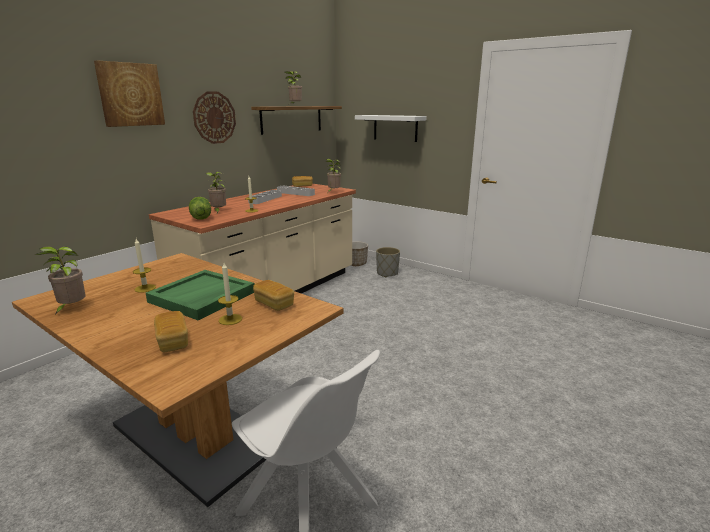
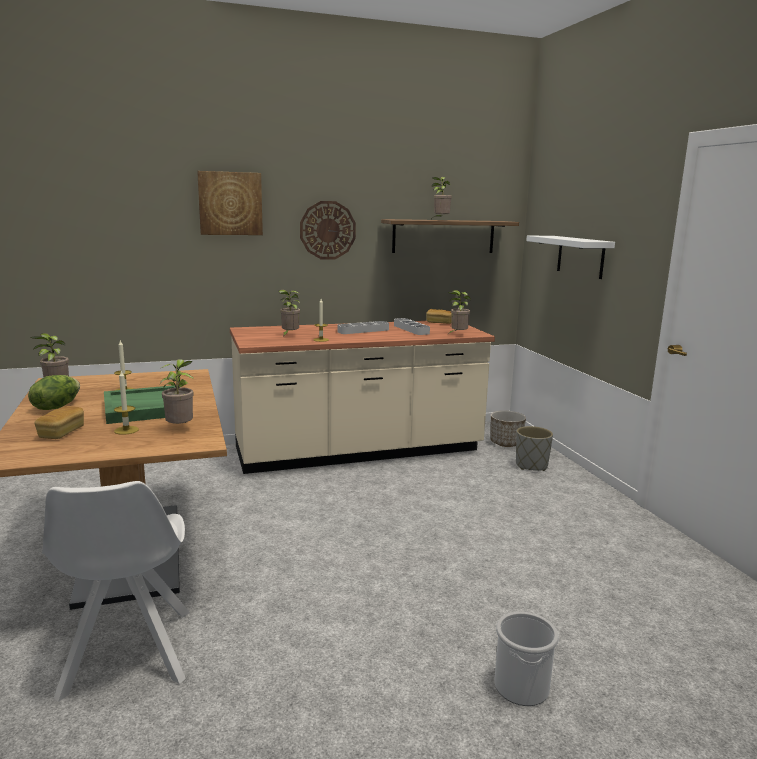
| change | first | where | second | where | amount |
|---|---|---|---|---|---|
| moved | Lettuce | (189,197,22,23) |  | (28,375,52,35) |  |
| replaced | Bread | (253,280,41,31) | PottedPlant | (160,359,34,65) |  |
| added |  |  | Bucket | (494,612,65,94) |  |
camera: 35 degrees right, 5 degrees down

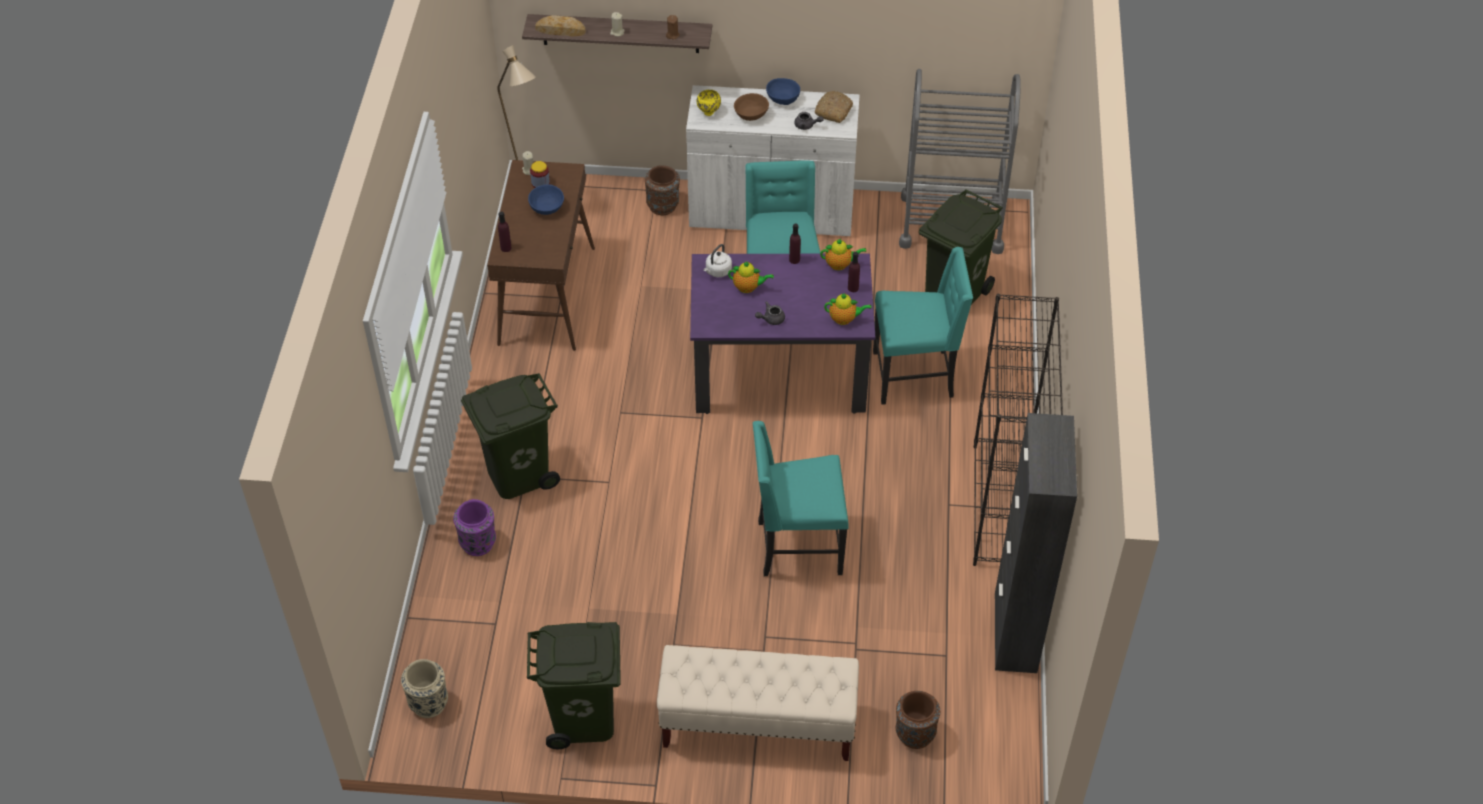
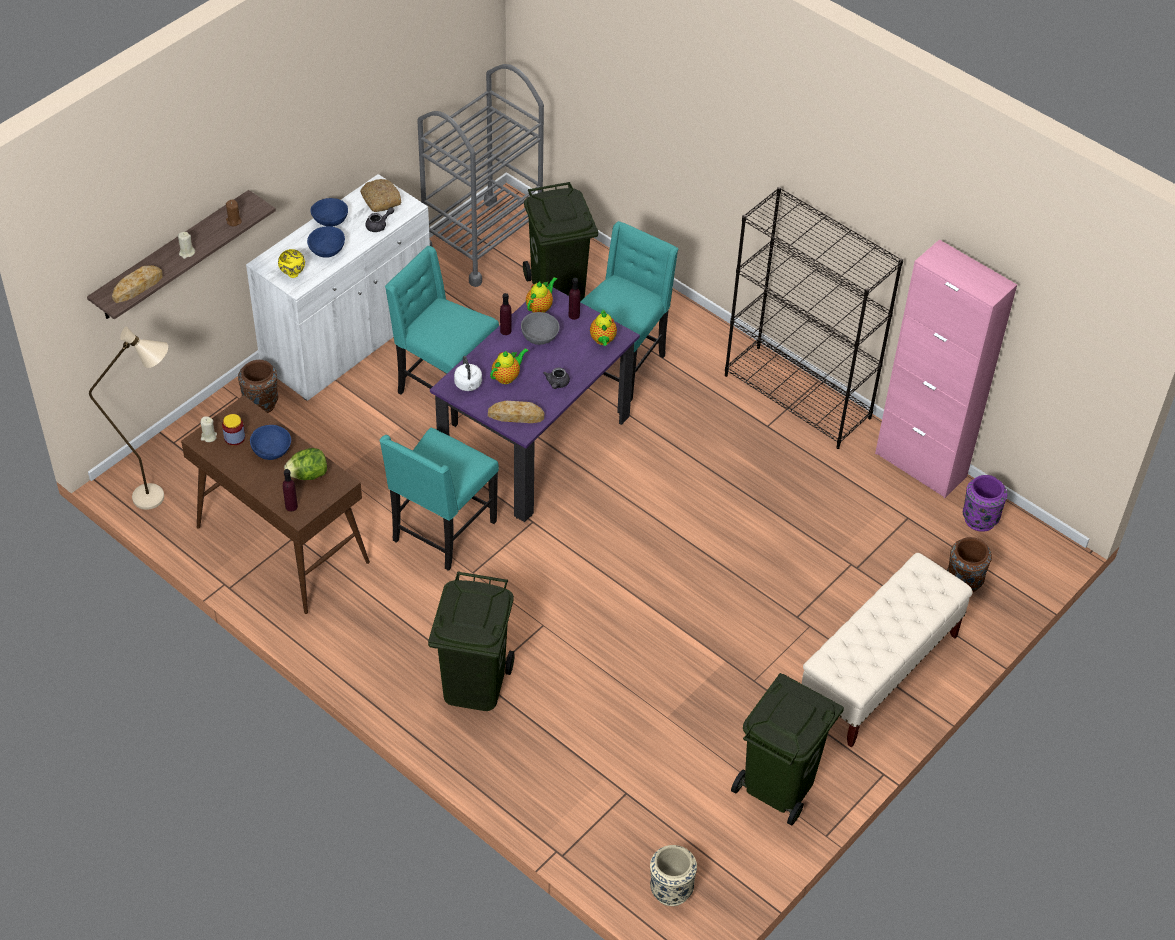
| change | first | where | second | where | amount |
|---|---|---|---|---|---|
| moved | PurpleVase | (453,499,43,57) |  | (963,475,44,57) |  |
| recoloured | BrownBowl | (734,93,35,28) | BlueBowl | (307,226,38,32) |  |
| moved | TurquoiseChair | (753,421,95,155) |  | (380,428,119,143) |  |
| turned | Teapot | (824,293,47,32) |  | (590,310,27,36) | 135 degrees clockwise |
| recoloured | BlackCabinet | (995,413,82,260) | PinkCabinet | (875,239,142,259) |  |
| added |  |  | Lettuce | (284,448,43,32) |  |
| added |  |  | Bread | (488,401,56,22) |  |
| added |  |  | GreyBowl | (521,312,39,33) |  |
camera: 55 degrees left, 0 degrees up

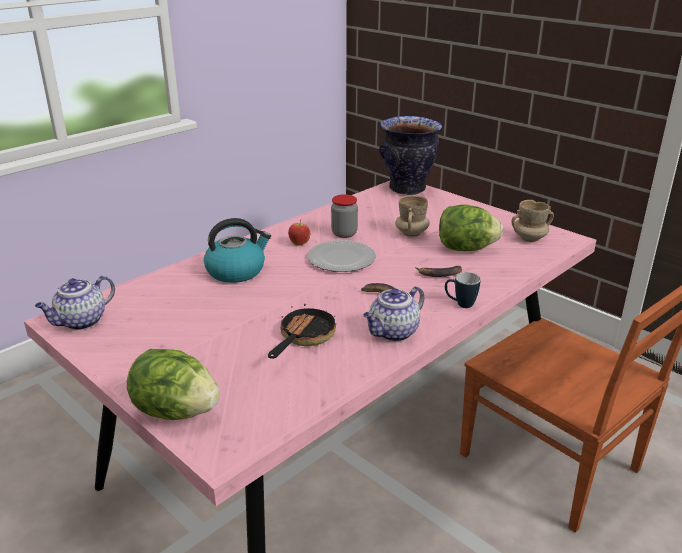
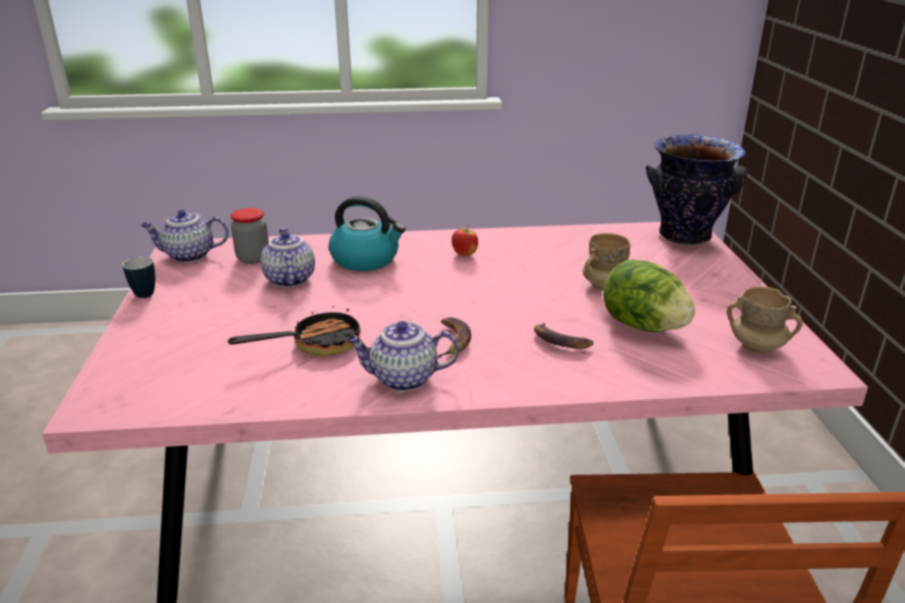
| change | first | where | second | where | amount |
|---|---|---|---|---|---|
| removed | Lettuce | (127,349,93,71) |  |  |  |
| removed | Plate | (307,240,69,32) |  |  |  |
| moved | Jar | (331,194,27,44) |  | (231,208,38,56) |  |
| moved | Mug | (445,272,36,36) |  | (123,256,32,42) |  |
| added |  |  | Teapot | (261,228,54,60) |  |
camera: 40 degrees right, 0 degrees up

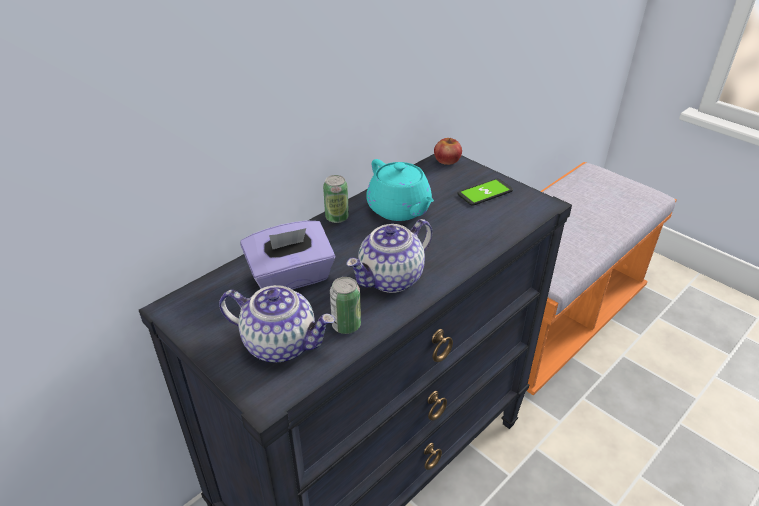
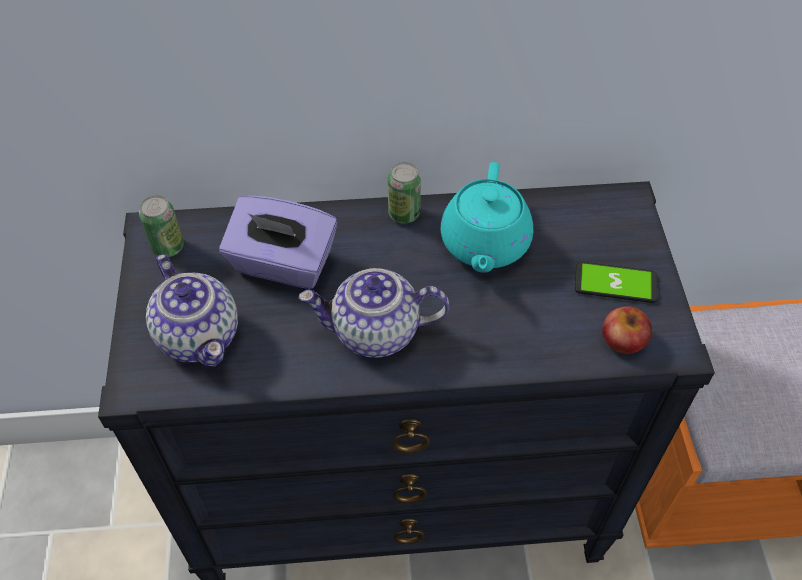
| change | first | where | second | where | amount |
|---|---|---|---|---|---|
| moved | Can | (330,277,31,57) |  | (139,195,45,62) |  |
| moved | Apple | (434,138,28,27) |  | (602,306,50,48) |  |
camera: 40 degrees right, 15 degrees up

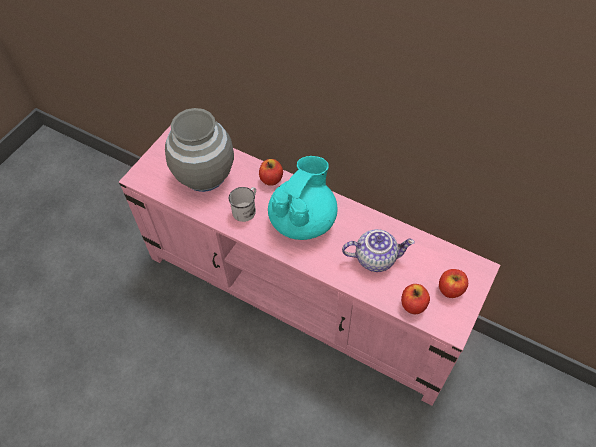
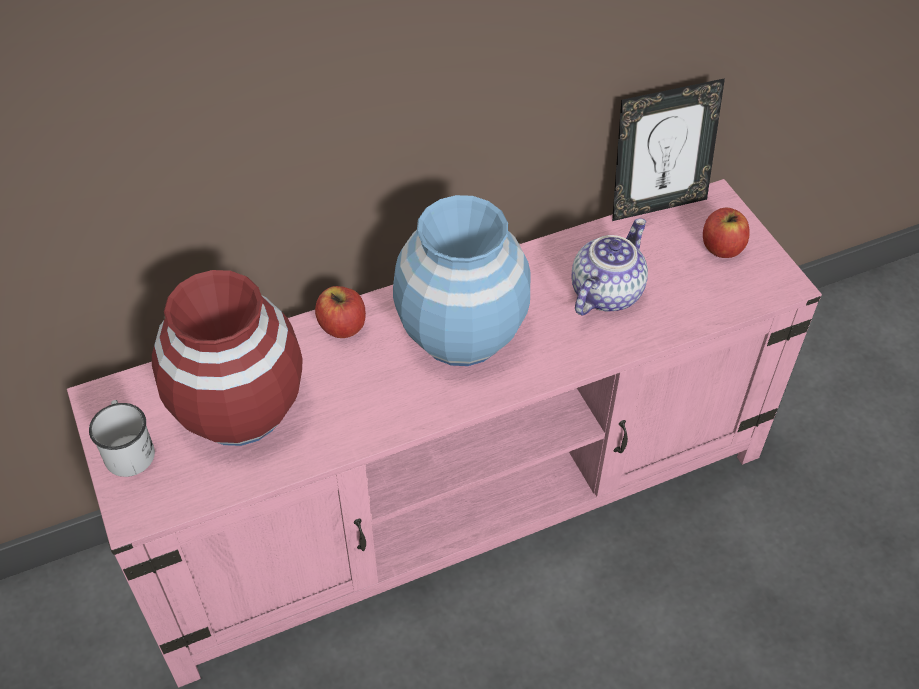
| change | first | where | second | where | amount |
|---|---|---|---|---|---|
| recoloured | GreyVase | (165,108,69,84) | RedVase | (152,270,151,176) |  |
| moved | WhiteMug | (229,187,27,35) |  | (89,400,66,77) |  |
| replaced | TurquoiseTeapot | (268,156,70,84) | BlueVase | (393,195,137,171) |  |
| removed | Apple | (401,284,29,30) |  |  |  |
| added |  |  | PictureFrame | (612,78,113,143) |  |
camera: 55 degrees left, 5 degrees down

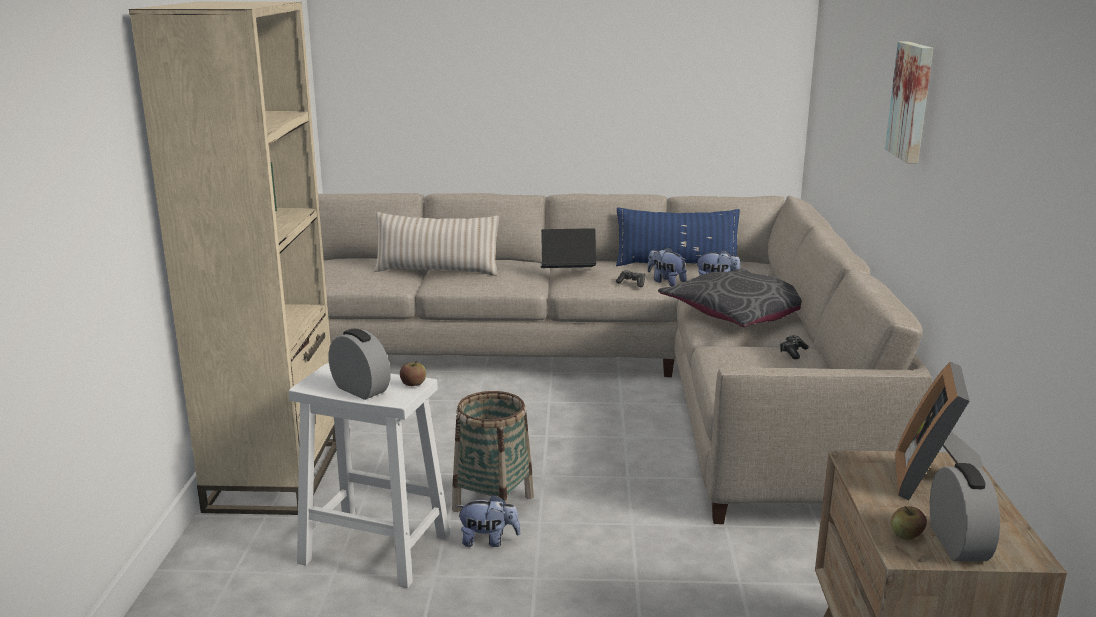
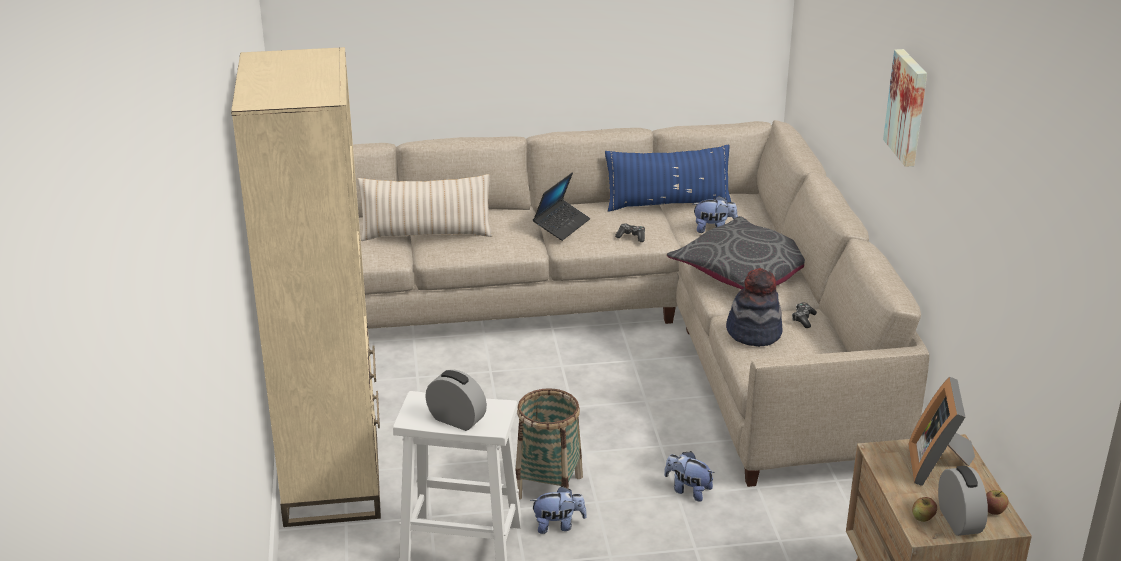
| change | first | where | second | where | amount |
|---|---|---|---|---|---|
| moved | Apple | (400,361,26,25) |  | (986,490,22,25) |  |
| turned | Laptop | (540,228,56,40) |  | (533,172,57,69) | 135 degrees clockwise |
| moved | PlushToy | (647,247,40,39) |  | (664,451,50,51) |  |
| added |  |  | Hat | (726,268,57,79) |  |
camera: 10 degrees left, 10 degrees up

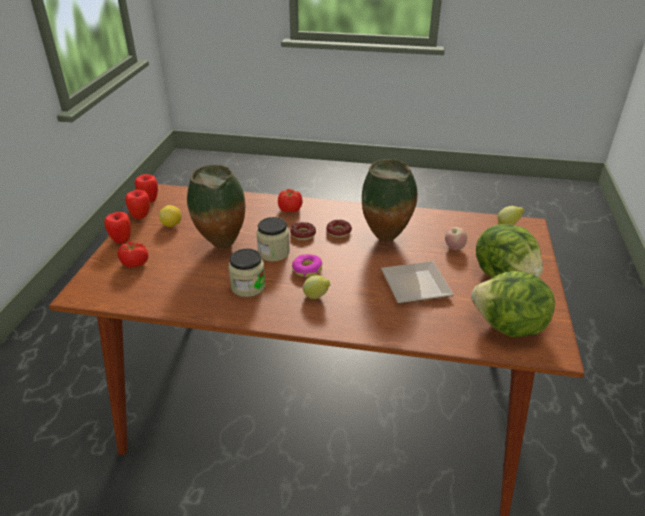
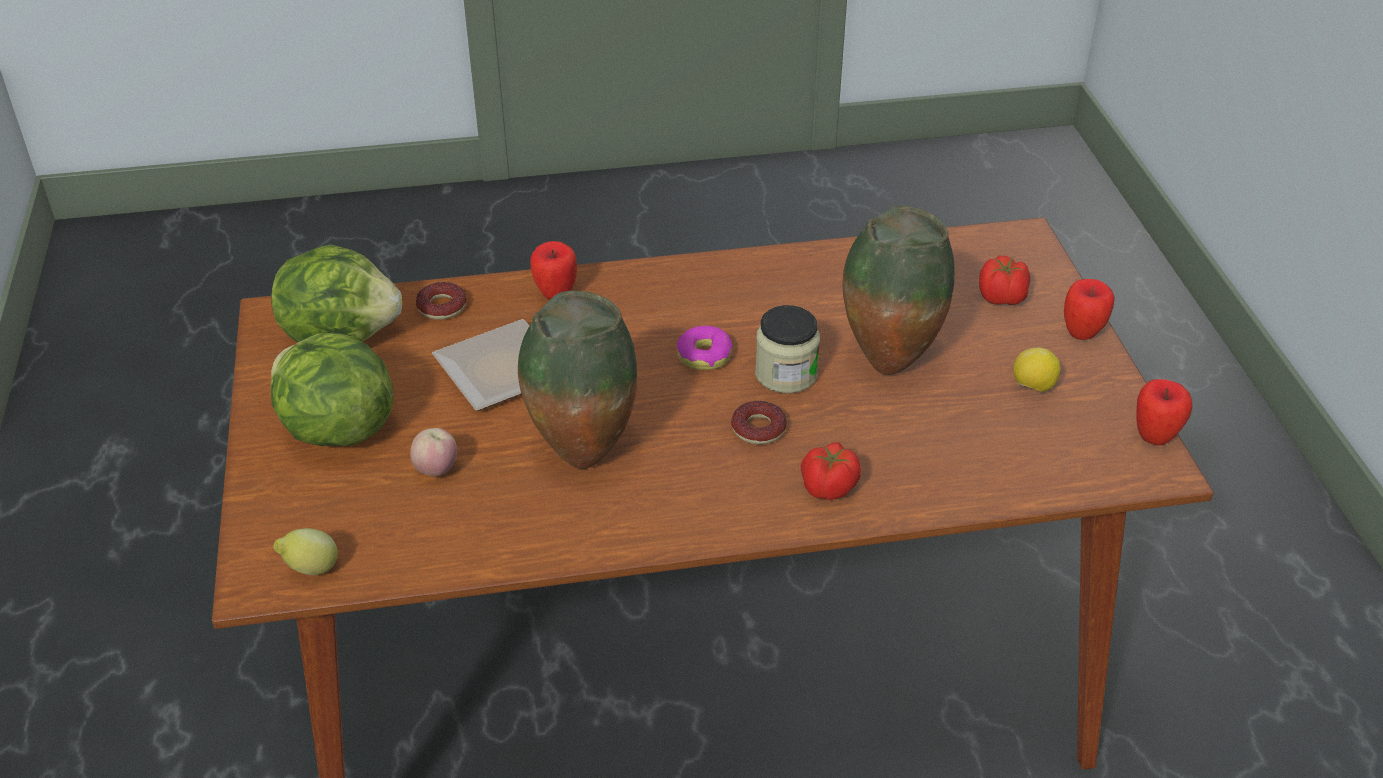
| change | first | where | second | where | amount |
|---|---|---|---|---|---|
| moved | Apple | (125,190,25,29) |  | (530,241,47,59) |  |
| removed | Jar | (228,249,37,48) |  |  |  |
| removed | Lemon | (303,275,27,24) |  |  |  |
| moved | Donut | (326,220,26,18) |  | (416,282,50,38) |  |
camera: 160 degrees right, 5 degrees up

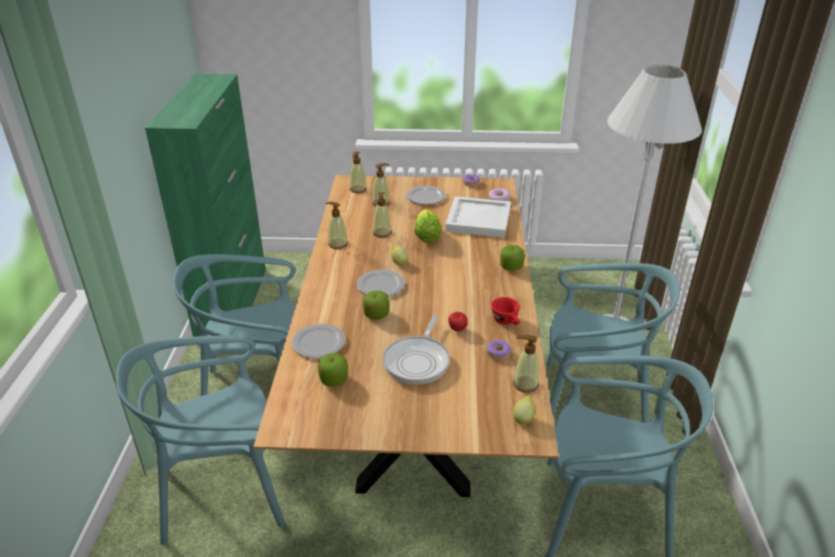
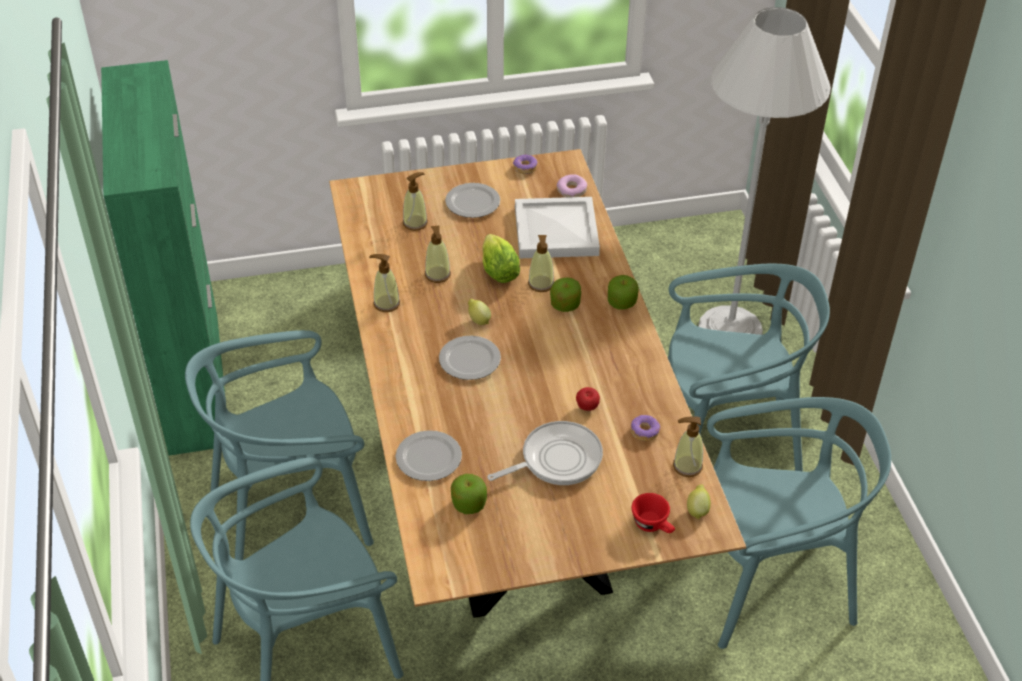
| change | first | where | second | where | amount |
|---|---|---|---|---|---|
| moved | SoapDispenser | (350,151,17,42) |  | (528,235,26,57) |  |
| moved | Apple | (363,291,26,29) |  | (550,277,31,35) |  |
| turned | FryingPan | (383,315,67,70) |  | (487,421,116,64) | 120 degrees counterclockwise |
| moved | RedCup | (491,297,29,28) |  | (632,493,43,40) |  |
camera: 15 degrees left, 10 degrees up

